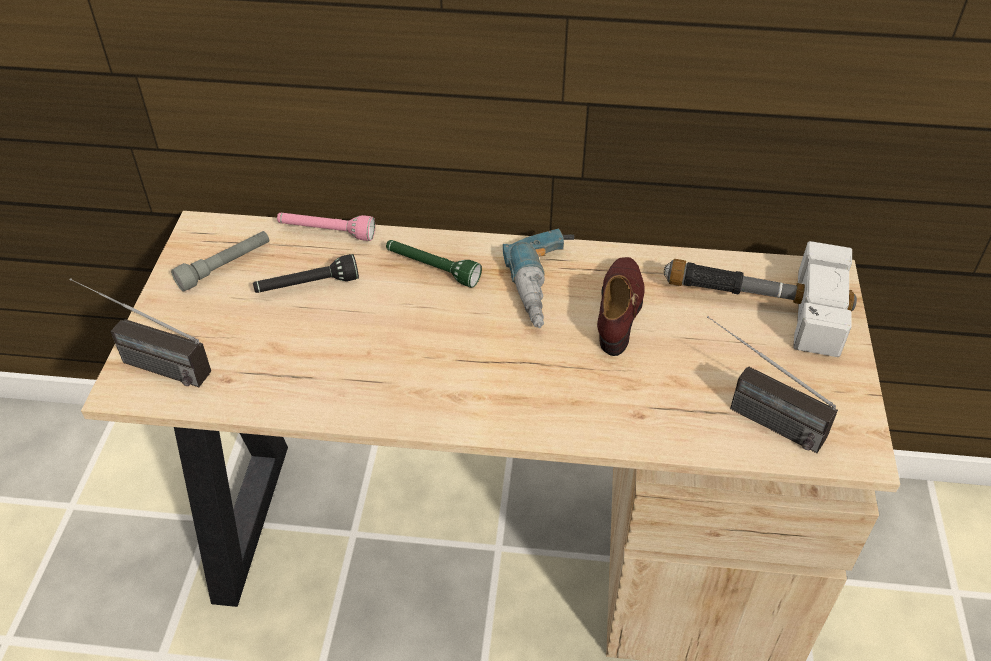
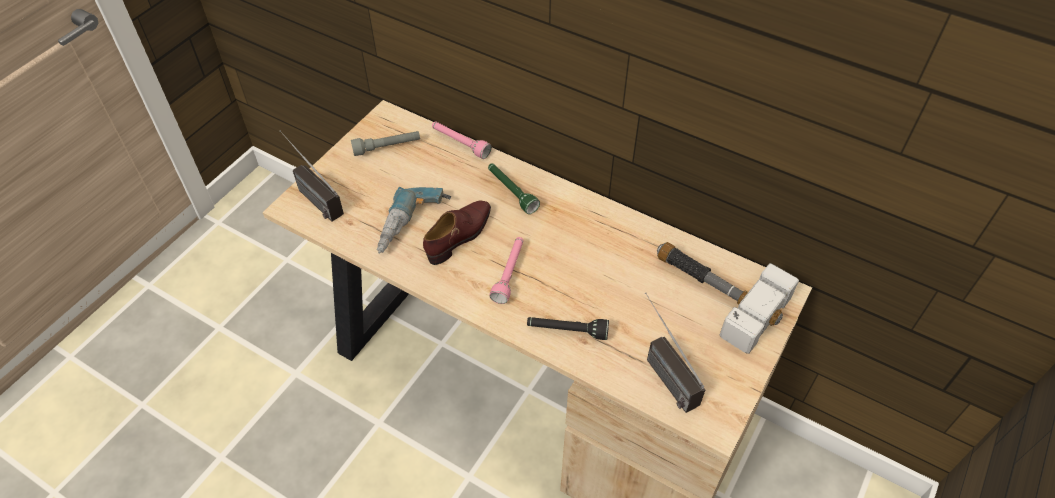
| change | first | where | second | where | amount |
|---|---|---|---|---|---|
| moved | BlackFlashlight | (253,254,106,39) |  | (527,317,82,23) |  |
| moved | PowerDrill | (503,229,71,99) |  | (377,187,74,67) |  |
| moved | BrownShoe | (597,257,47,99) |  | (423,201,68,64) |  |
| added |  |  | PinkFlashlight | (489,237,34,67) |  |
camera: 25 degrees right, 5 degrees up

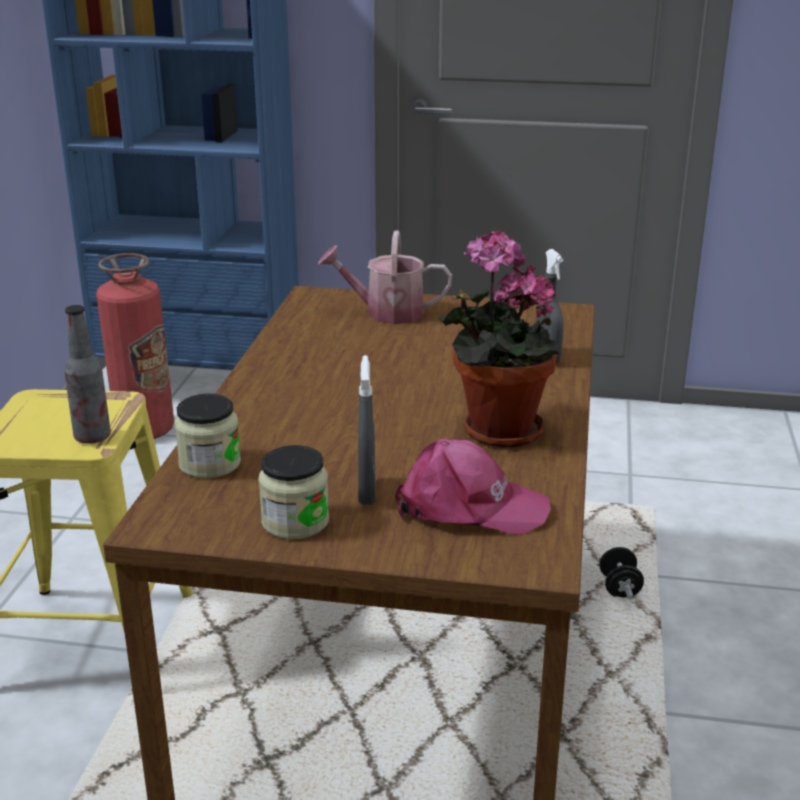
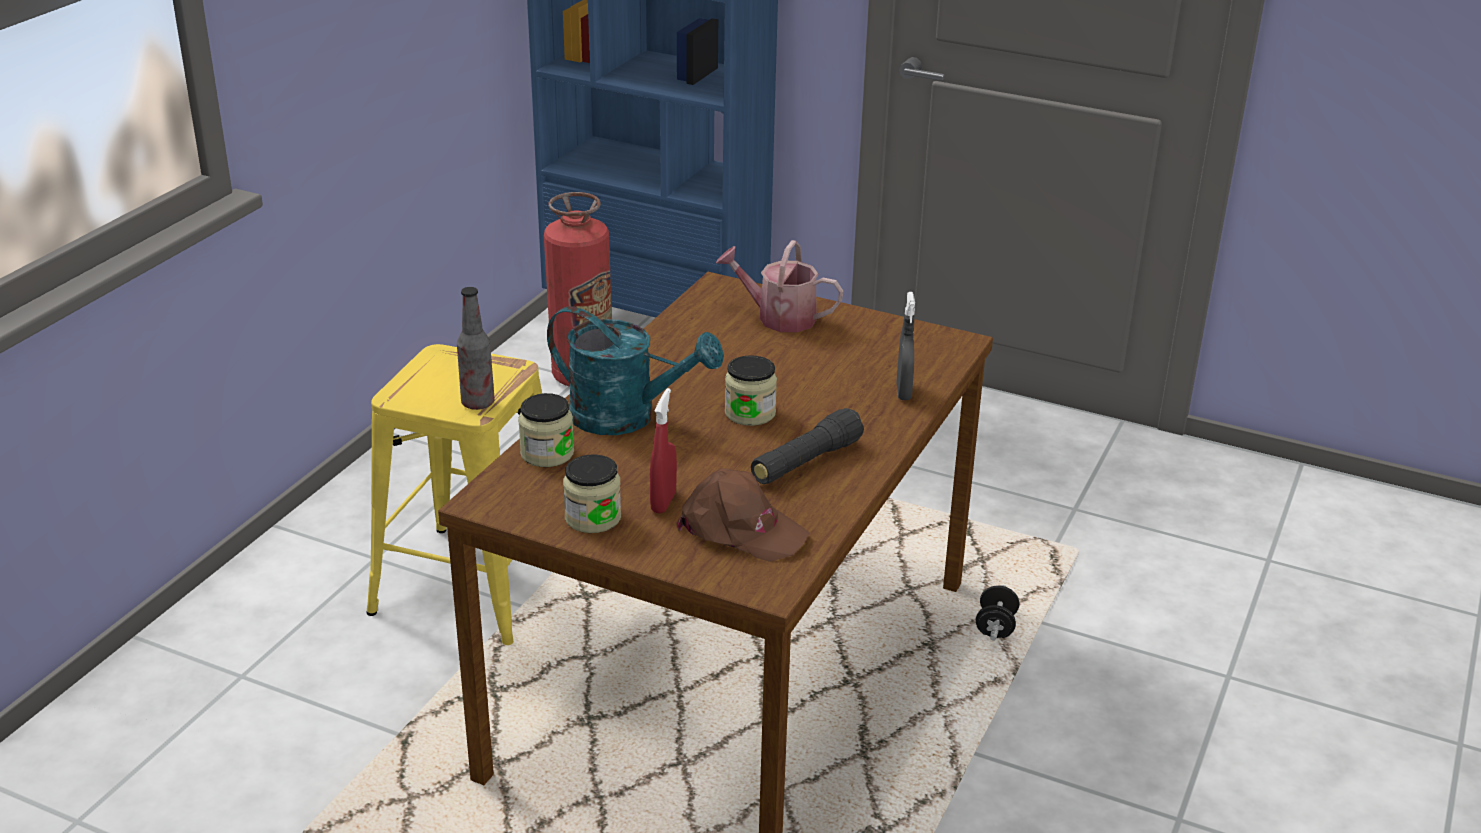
| change | first | where | second | where | amount |
|---|---|---|---|---|---|
| recoloured | GreySprayBottle | (358,355,18,150) | RedSprayBottle | (650,388,27,126) |  |
| recoloured | PinkCap | (395,438,156,97) | BrownCap | (676,468,134,94) |  |
| replaced | PottedPlant | (437,230,123,218) | BlackFlashlight | (751,408,113,76) |  |
| added |  |  | TurquoiseWateringCan | (547,306,177,129) |  |
| added |  |  | Jar | (725,355,52,71) |  |
camera: 15 degrees right, 5 degrees up

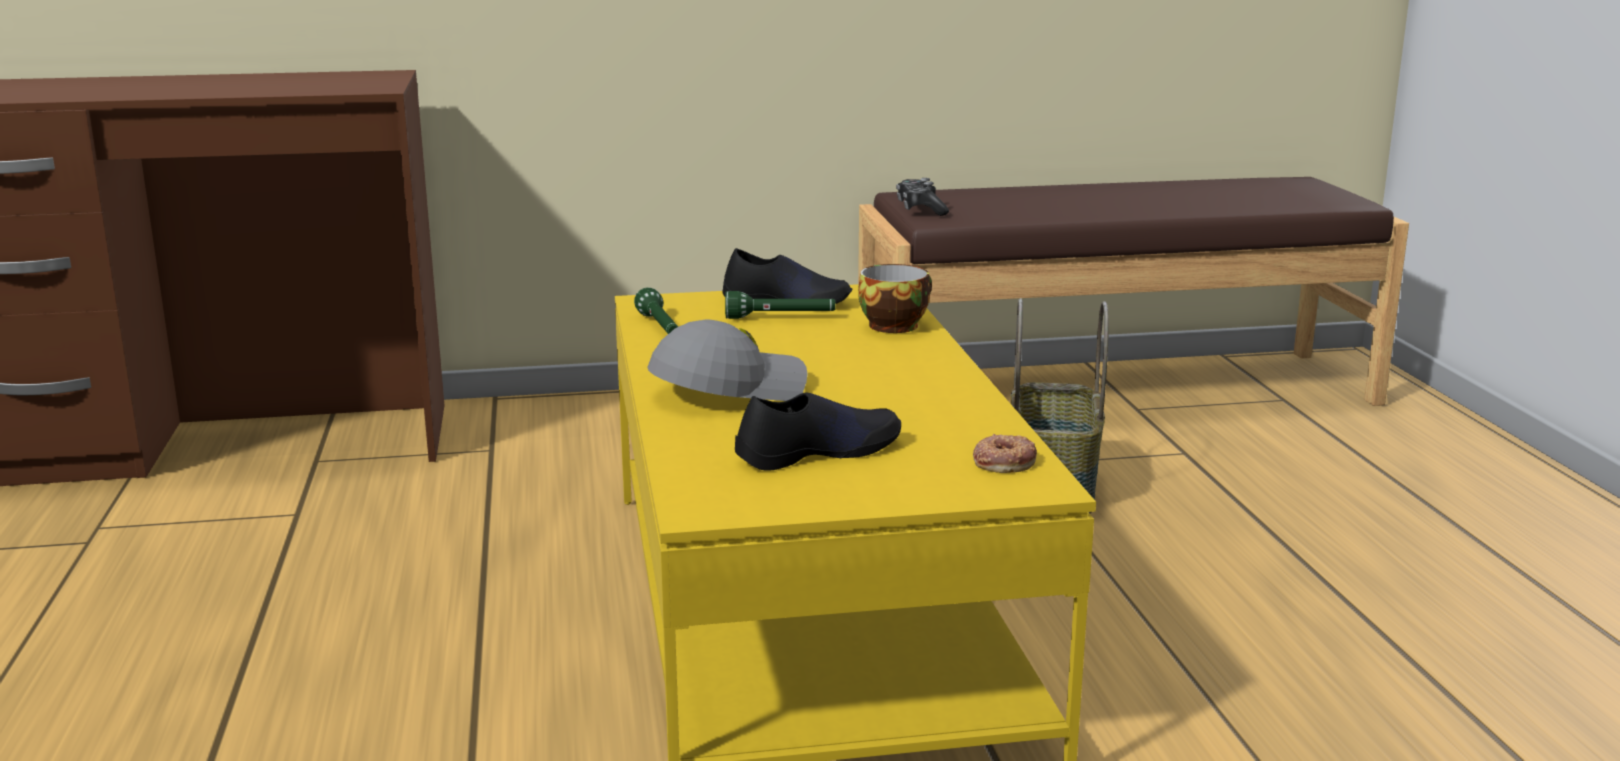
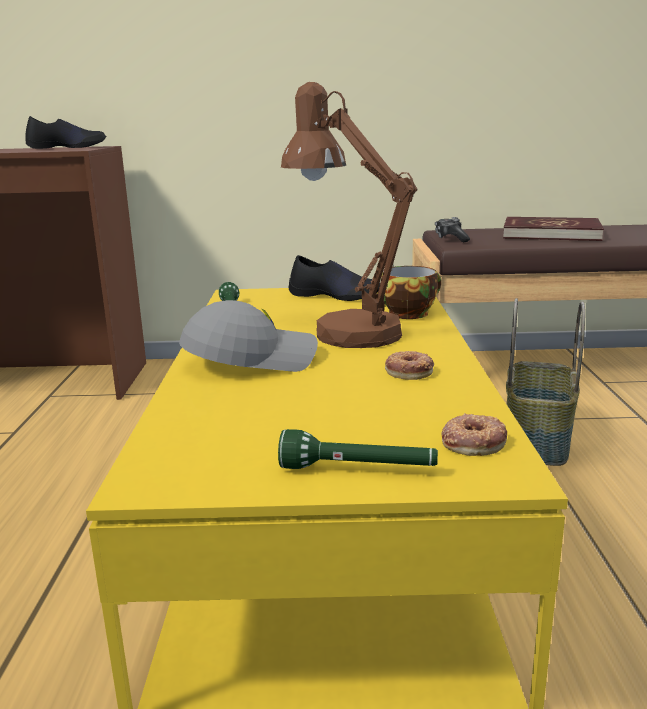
| change | first | where | second | where | amount |
|---|---|---|---|---|---|
| moved | GreenFlashlight | (725,291,110,28) |  | (278,429,160,40) |  |
| moved | BlackShoe | (735,392,166,79) |  | (26,116,80,33) |  |
| added |  |  | BrownTableLamp | (281,82,136,266) |  |
| added |  |  | Donut | (385,351,49,29) |  |
| added |  |  | RedBook | (503,217,101,24) |  |
camera: 10 degrees right, 0 degrees up

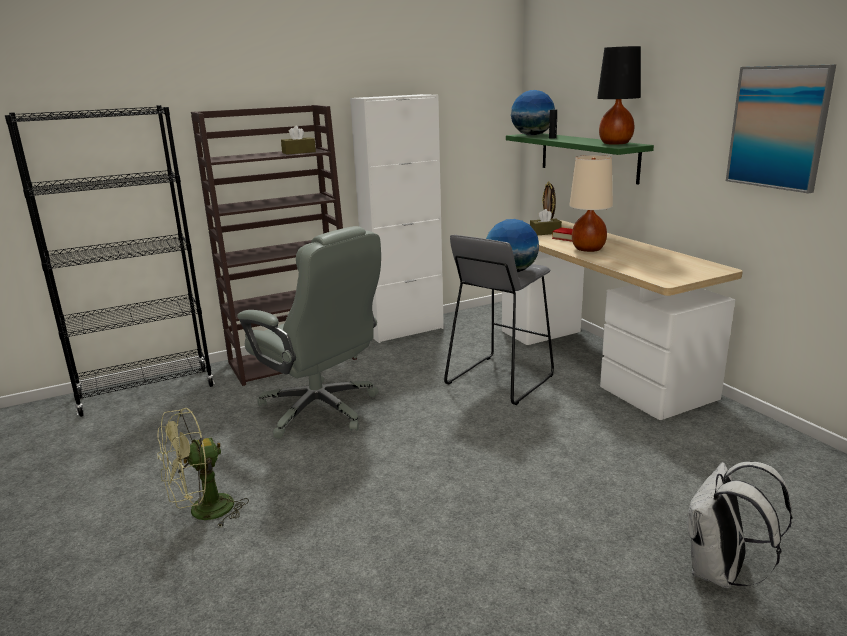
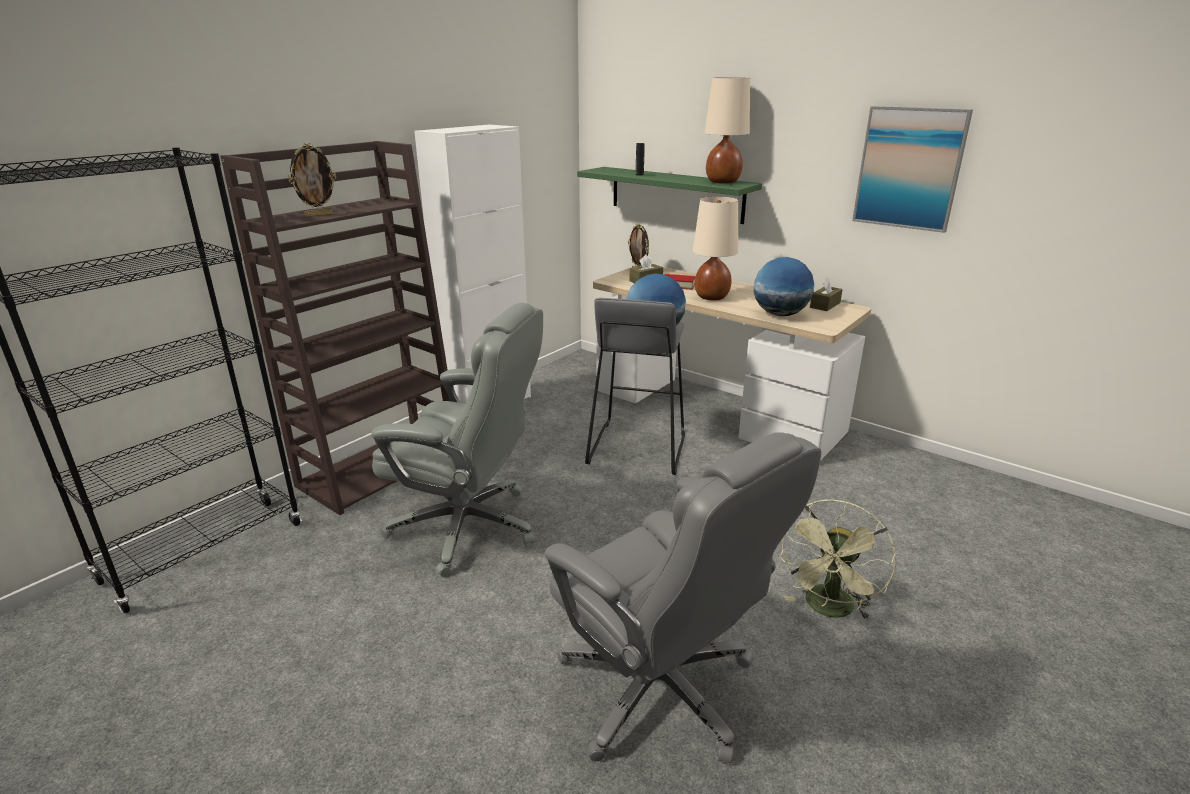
| change | first | where | second | where | amount |
|---|---|---|---|---|---|
| moved | GreenFan | (157,408,92,120) |  | (779,500,118,120) |  |
| moved | BrownTissueBox | (281,126,35,29) |  | (810,277,33,34) |  |
| moved | Globe | (511,90,44,46) |  | (754,257,60,59) |  |
| recoloured | BlackTableLamp | (597,46,44,99) | BeigeTableLamp | (704,77,46,107) |  |
| removed | WhiteBackpack | (687,462,106,127) |  |  |  |
| added |  |  | PictureFrame | (288,143,48,74) |  |
| added |  |  | GreyOfficeChair | (544,432,277,332) |  |
camera: 25 degrees left, 5 degrees up

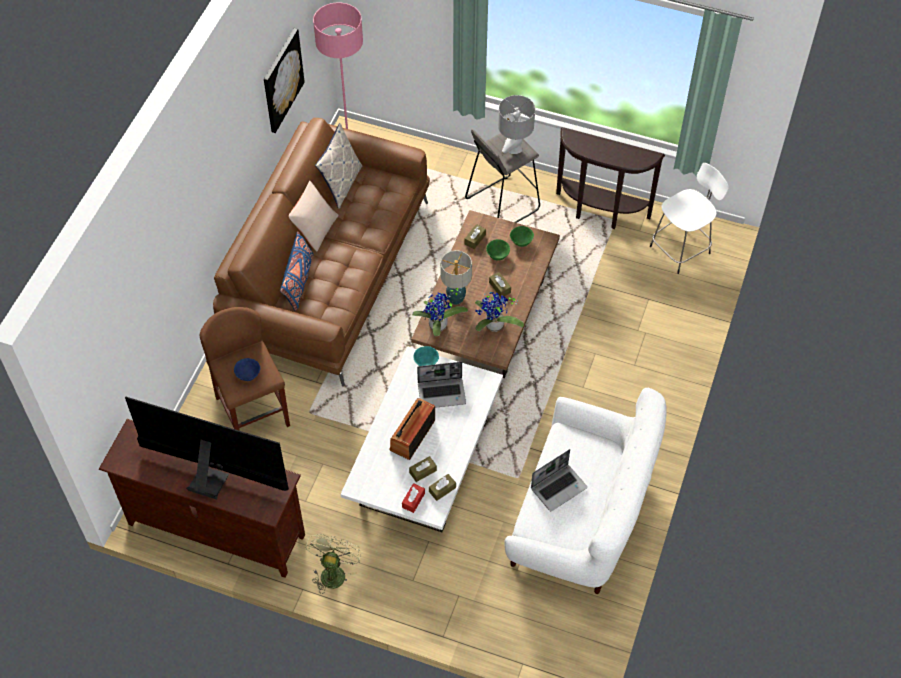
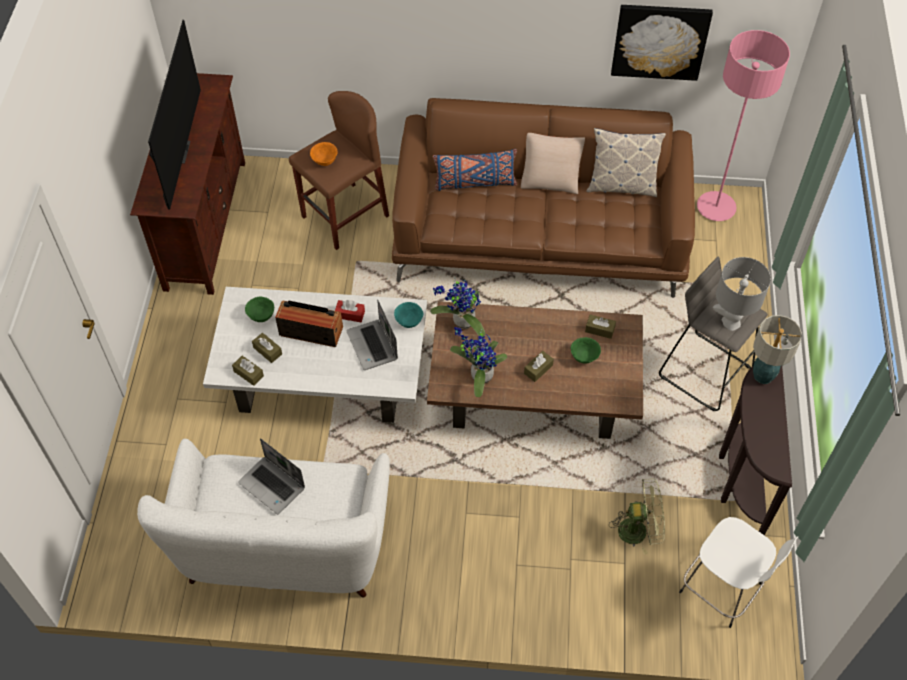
| change | first | where | second | where | amount |
|---|---|---|---|---|---|
| recoloured | BlueBowl | (234,358,26,23) | OrangeBowl | (310,142,27,24) |  |
| moved | GreenFan | (305,534,56,60) |  | (609,479,56,75) |  |
| moved | RedTissueBox | (402,483,23,30) |  | (335,300,30,22) |  |
| moved | TableLamp | (440,250,32,55) |  | (753,315,49,69) |  |
| moved | GreenBowl | (510,226,24,21) |  | (245,297,29,25) |  |
camera: 75 degrees right, 0 degrees up

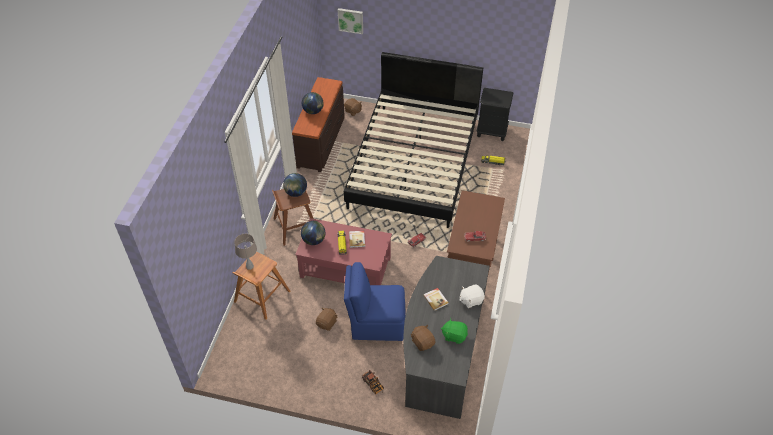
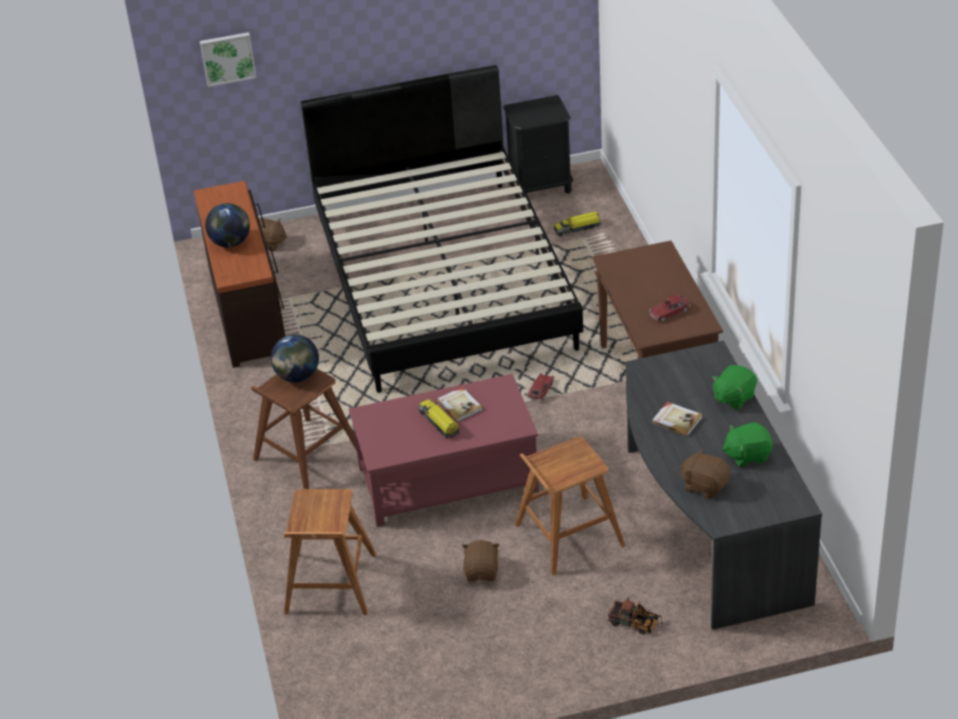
| change | first | where | second | where | amount |
|---|---|---|---|---|---|
| removed | BeigeTableLamp | (234,234,23,36) |  |  |  |
| removed | Globe | (301,221,25,24) |  |  |  |
| replaced | BlueChair | (344,262,62,79) | BrownStool | (515,436,110,140) |  |
| recoloured | WhitePlushToy | (459,284,26,24) | GreenPlushToy | (712,365,45,45) |  |
camera: 25 degrees left, 10 degrees down

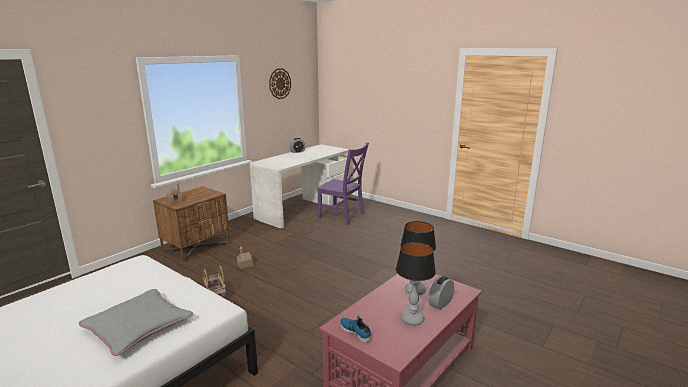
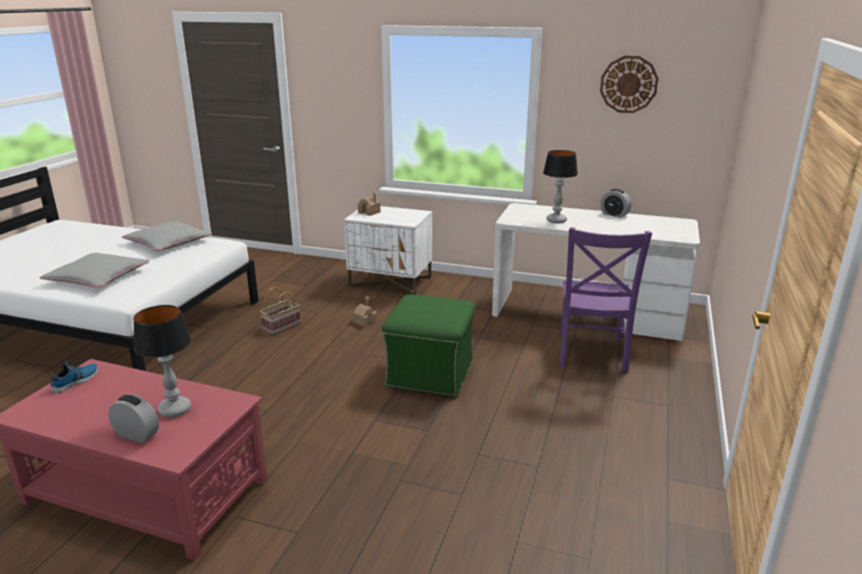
| change | first | where | second | where | amount |
|---|---|---|---|---|---|
| recoloured | BrownNightstand | (153,186,77,77) | WhiteNightstand | (344,206,88,89) |  |
| moved | TableLamp | (396,242,40,84) |  | (543,150,35,73) |  |
| added |  |  | GreyPillow | (122,221,90,30) |  |
| added |  |  | GreenOttoman | (382,295,94,102) |  |
camera: 70 degrees right, 5 degrees up

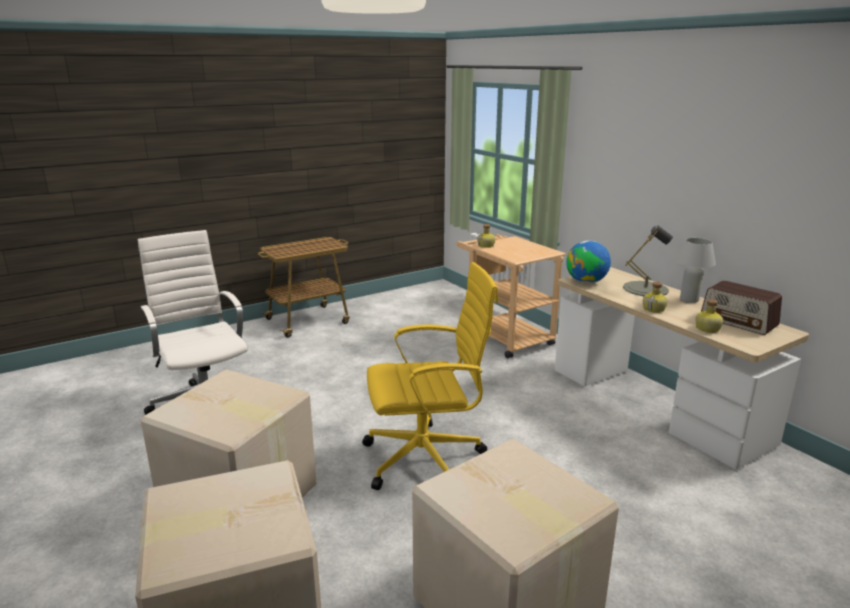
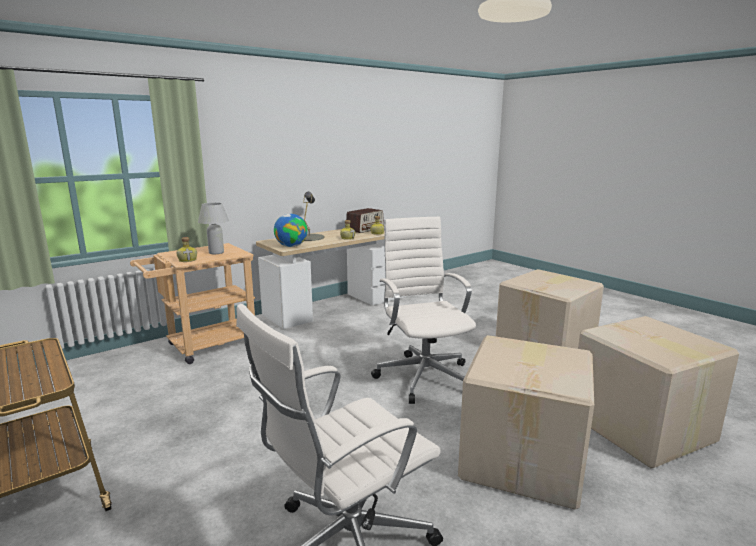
| change | first | where | second | where | amount |
|---|---|---|---|---|---|
| recoloured | YellowOfficeChair | (362,262,136,228) | WhiteOfficeChair | (371,216,105,188) |  |
| moved | WhiteTableLamp | (676,238,40,65) |  | (198,203,31,51) |  |
camera: 95 degrees left, 5 degrees down

